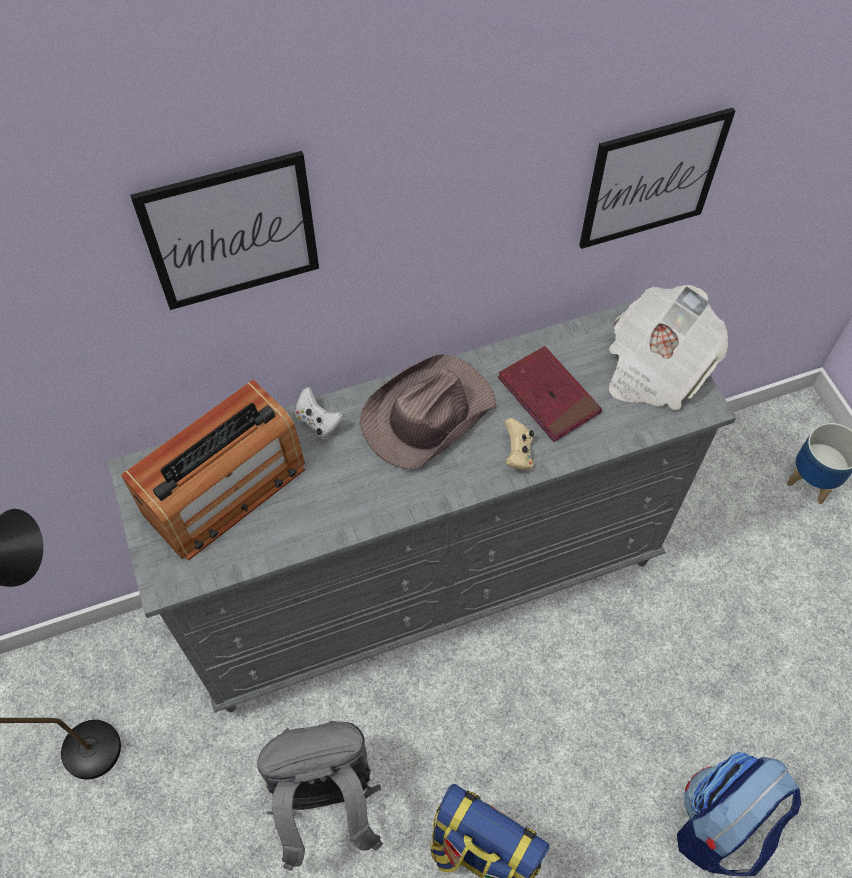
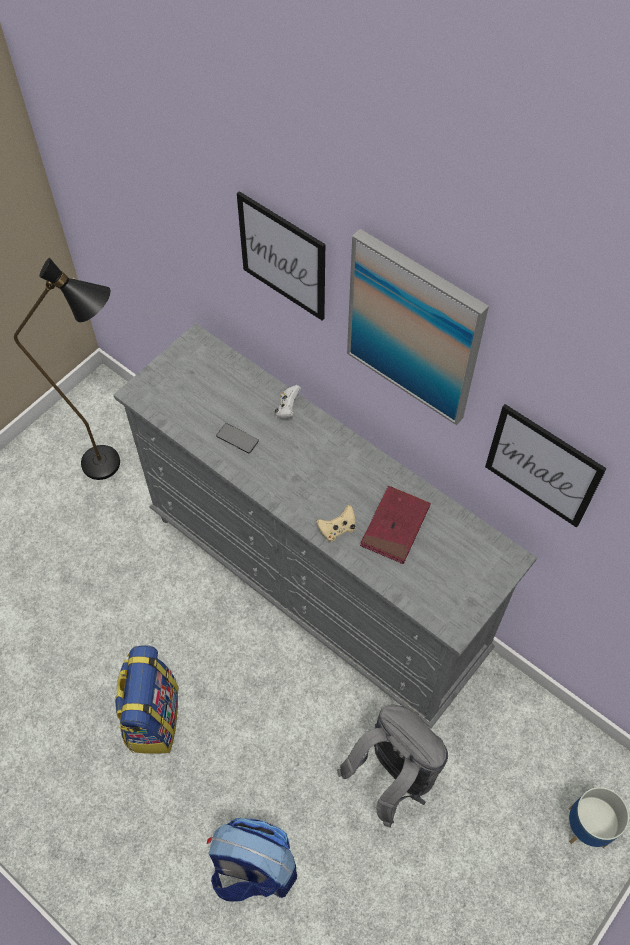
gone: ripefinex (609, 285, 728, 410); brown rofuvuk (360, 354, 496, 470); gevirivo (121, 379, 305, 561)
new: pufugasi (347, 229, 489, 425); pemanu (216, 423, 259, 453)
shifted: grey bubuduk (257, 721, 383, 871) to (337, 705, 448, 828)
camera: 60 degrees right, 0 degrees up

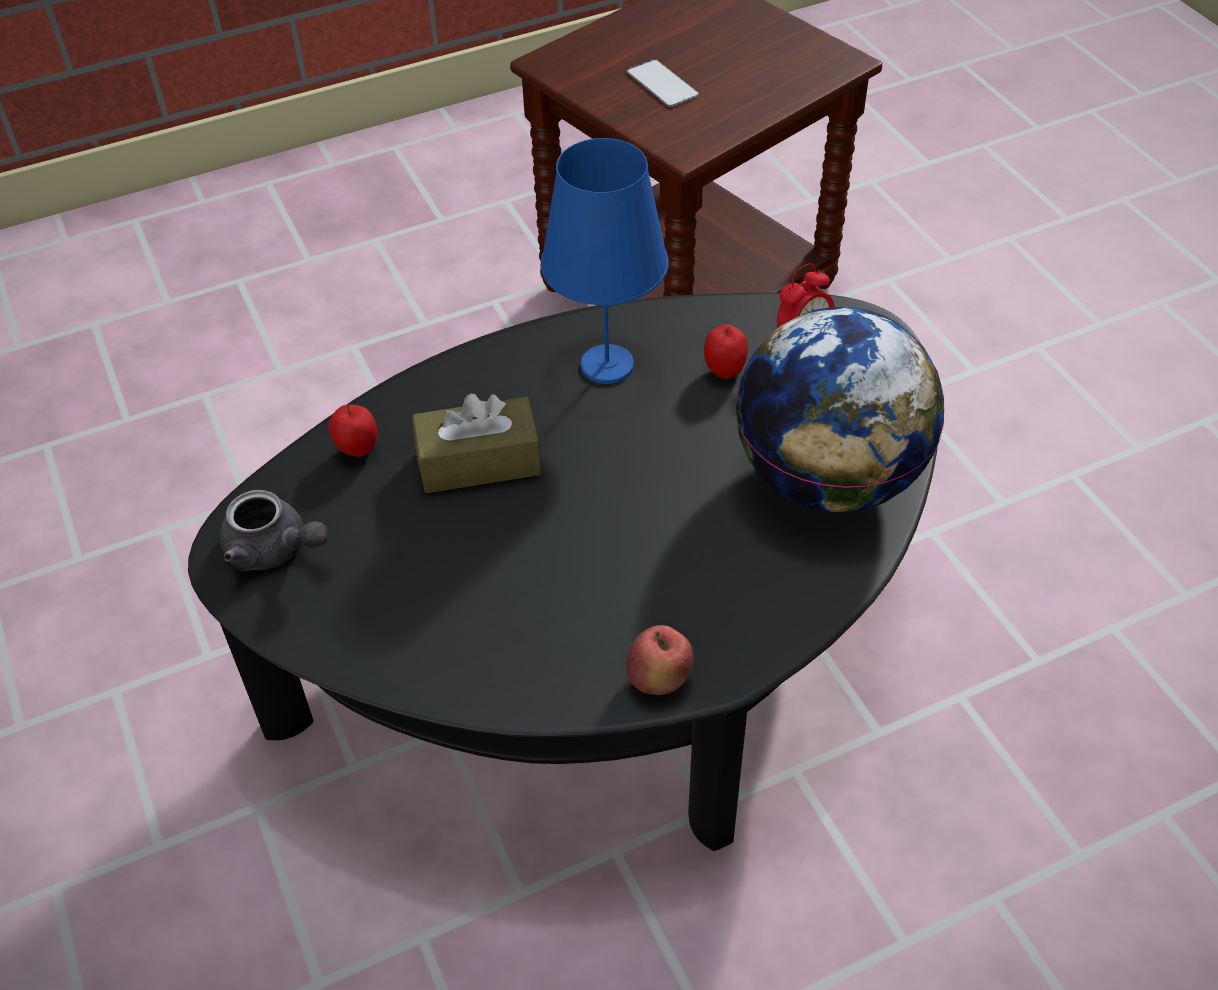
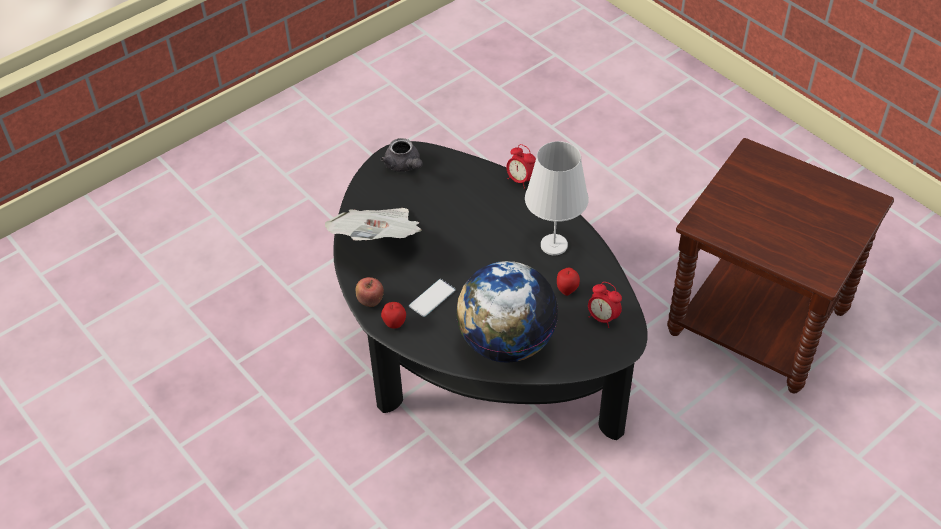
gone: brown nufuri (412, 394, 542, 493)
new: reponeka (506, 144, 536, 189); ripefinex (325, 208, 422, 240)
shifted: pemanu (627, 59, 699, 107) to (409, 279, 456, 317); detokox (328, 404, 377, 457) to (381, 302, 406, 328)
repainted: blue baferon (540, 138, 669, 384) to white baferon (525, 141, 589, 255)
rotated: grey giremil (219, 490, 329, 571) = (381, 138, 423, 172) 45 degrees counterclockwise
camera: 75 degrees right, 0 degrees up

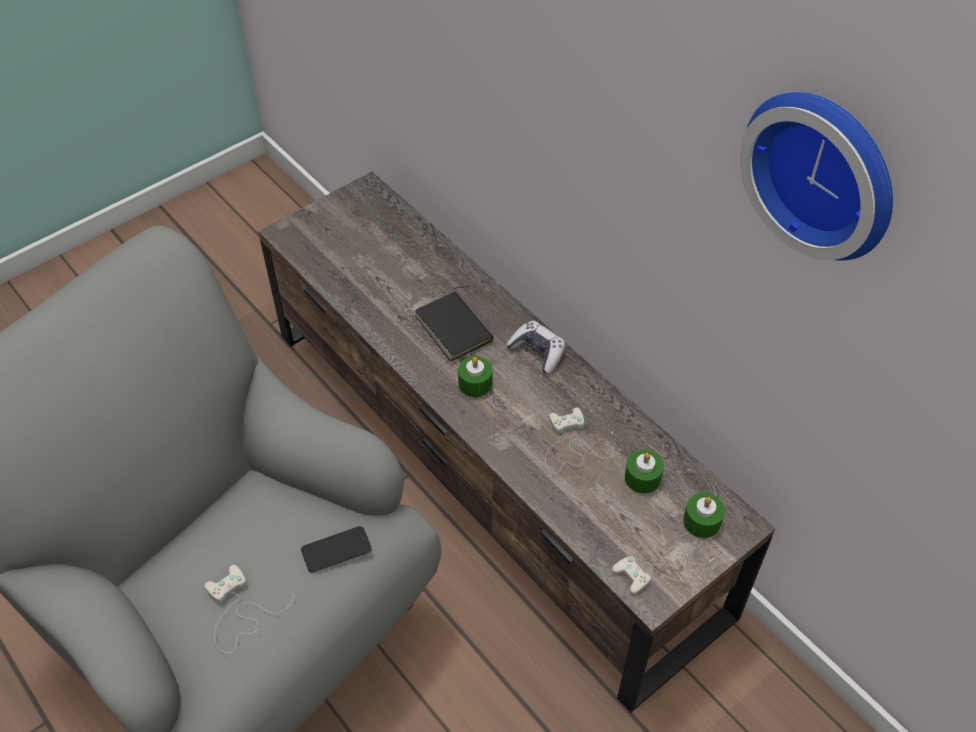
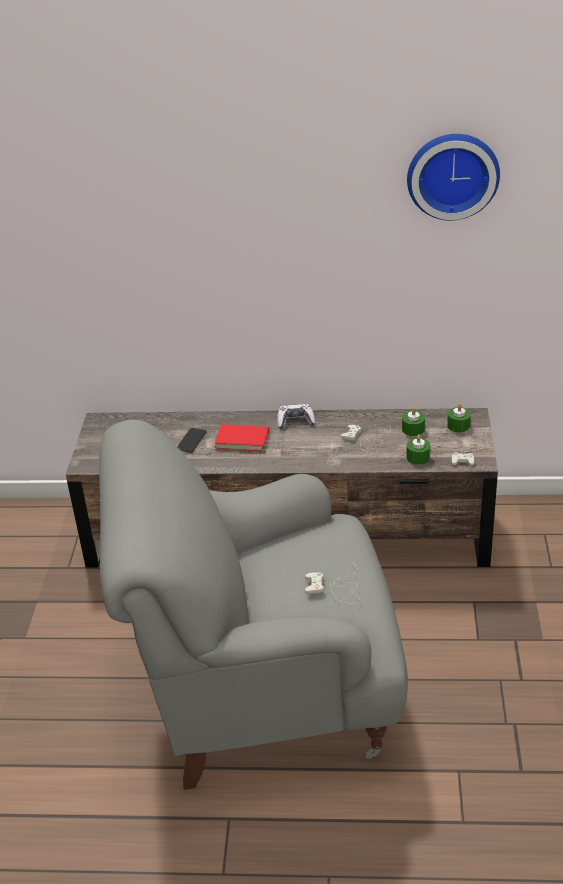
shifted: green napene (458, 356, 492, 397) to (406, 434, 430, 465); pemanu (301, 526, 372, 573) to (177, 428, 207, 453)
repainted: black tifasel (415, 286, 493, 361) to red tifasel (214, 418, 269, 451)
camera: 45 degrees left, 15 degrees down

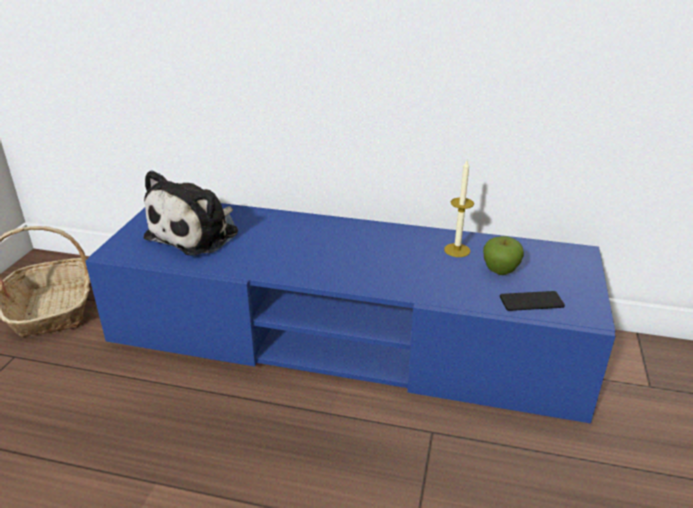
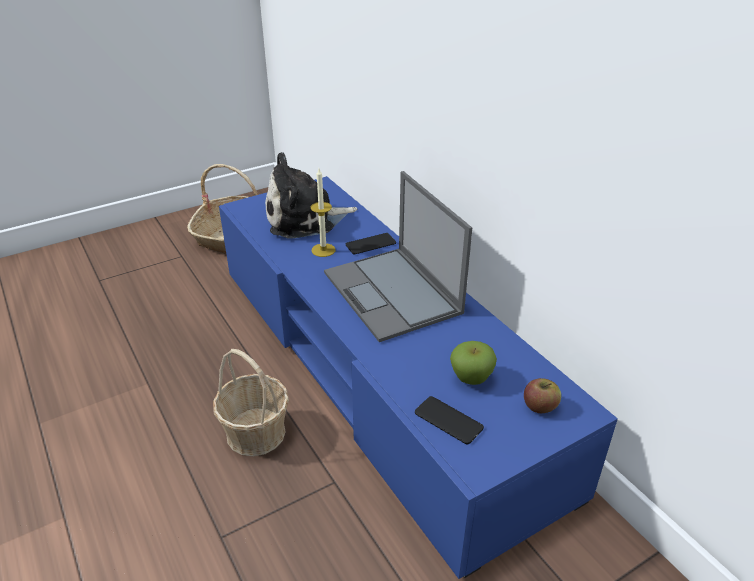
new: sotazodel (324, 171, 472, 342); pemanu (346, 233, 396, 255); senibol (213, 349, 289, 457); detokox (524, 378, 561, 413)
shifted: napene (444, 160, 474, 257) to (310, 169, 336, 257)
camera: 45 degrees right, 5 degrees up

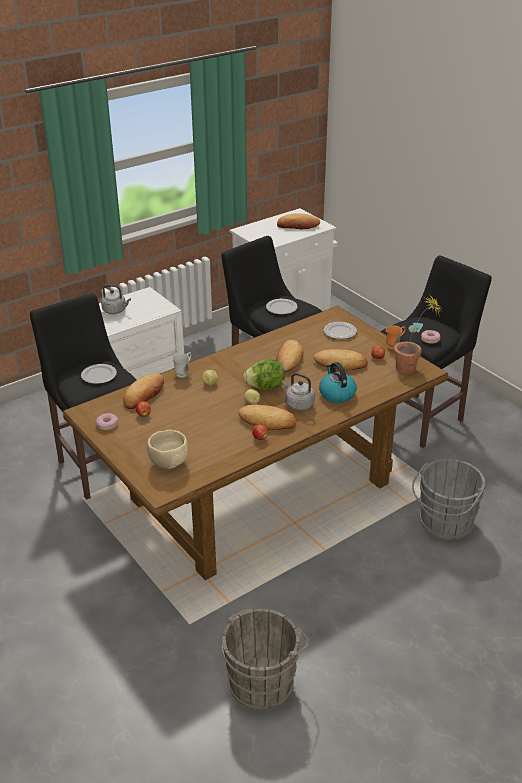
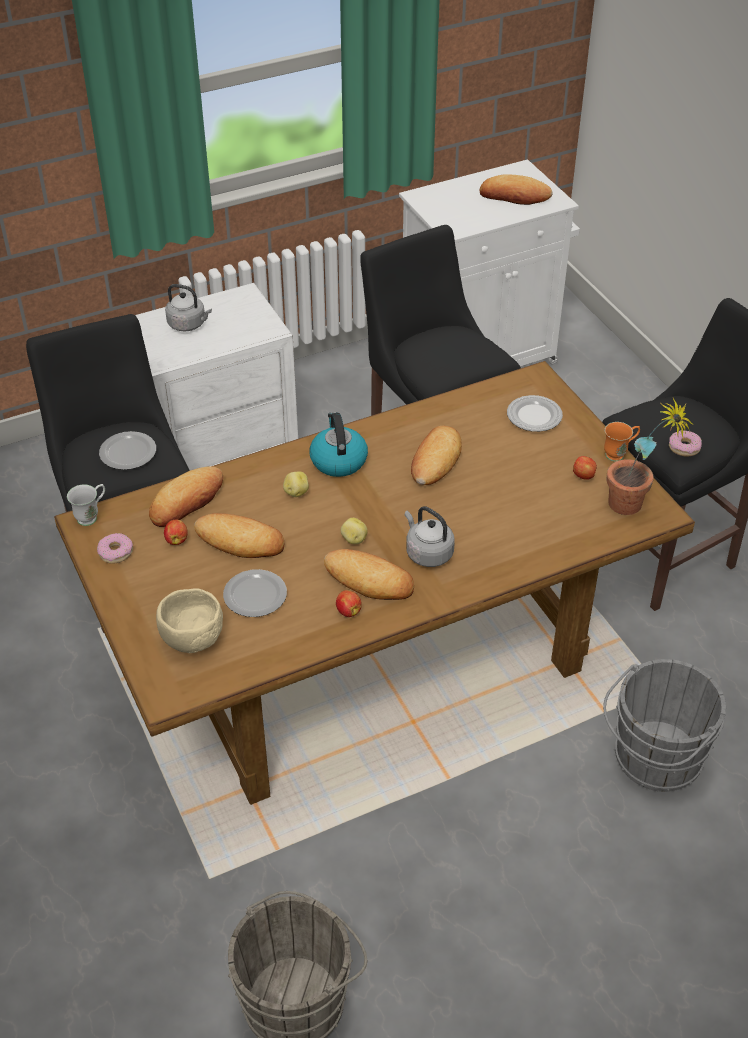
gone: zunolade (243, 359, 285, 390)
shifted: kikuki (266, 299, 298, 315) to (223, 569, 287, 617); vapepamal (314, 349, 368, 370) to (194, 513, 285, 558); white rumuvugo (172, 352, 191, 378) to (67, 484, 105, 526); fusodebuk (319, 362, 357, 403) to (310, 412, 368, 477)
camera: 10 degrees right, 10 degrees up

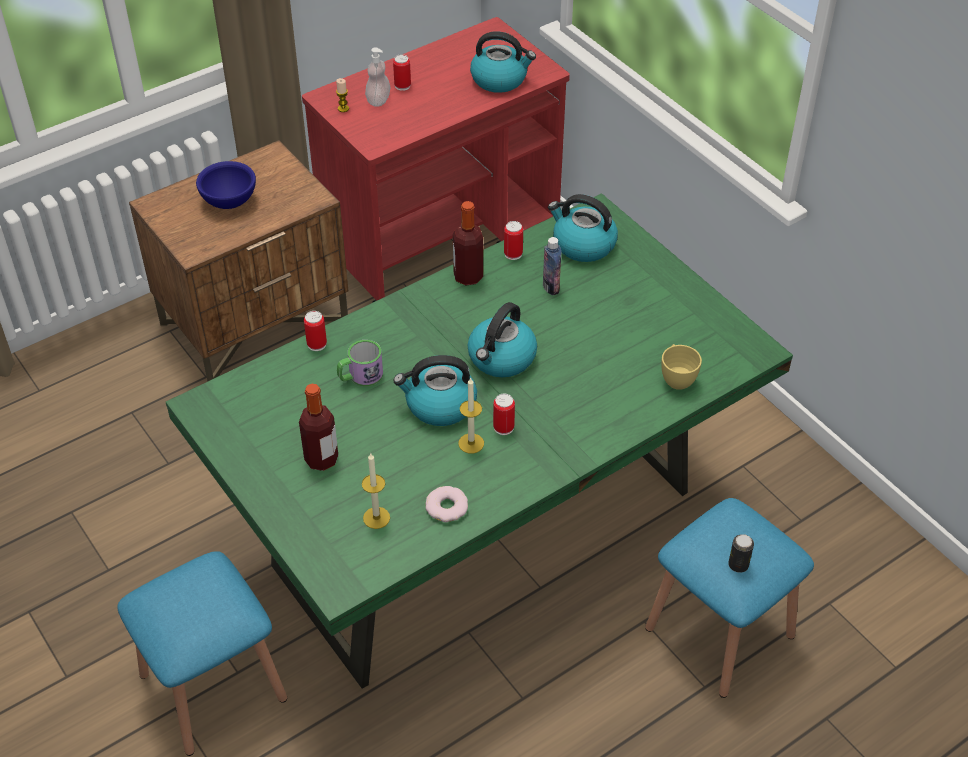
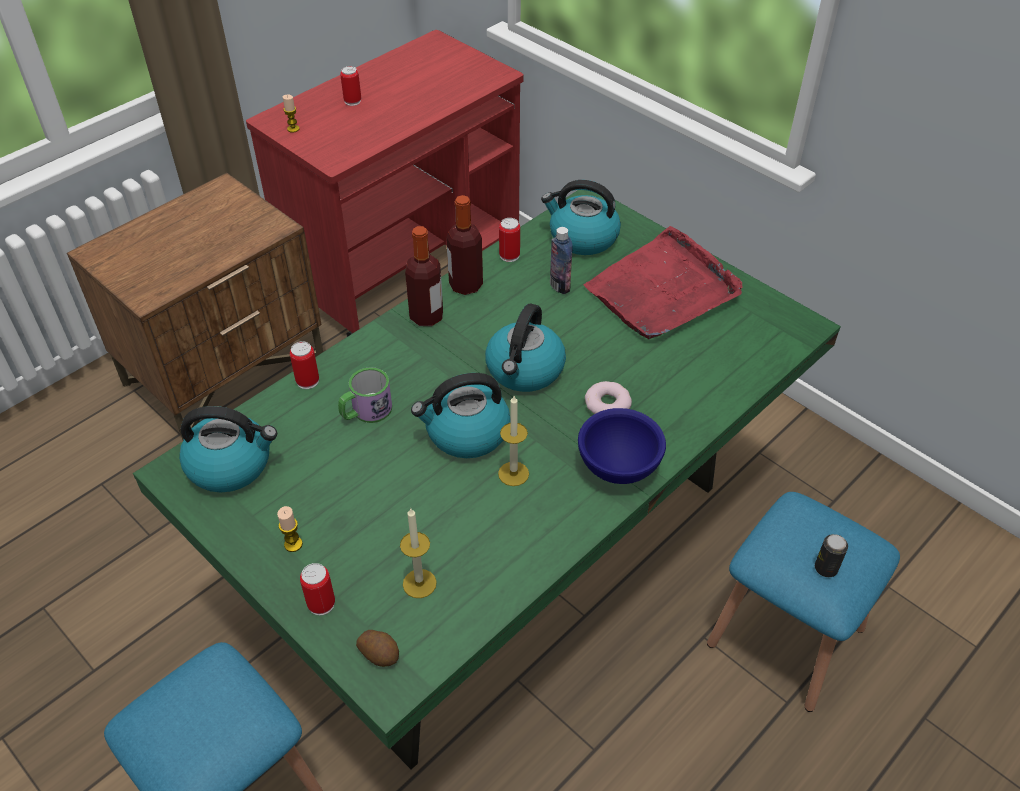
gone: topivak (365, 47, 390, 107); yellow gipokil (661, 344, 702, 390)
new: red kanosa (584, 226, 743, 339); napene (277, 506, 303, 552); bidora (356, 630, 399, 667)
shifted: fusodebuk (470, 31, 536, 93) to (179, 406, 277, 493); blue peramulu (196, 161, 256, 209) to (578, 408, 666, 484); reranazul (299, 383, 338, 471) to (405, 226, 443, 326); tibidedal (493, 394, 515, 435) to (300, 563, 335, 615); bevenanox (426, 486, 468, 522) to (585, 381, 632, 414)
camera: 10 degrees left, 0 degrees up

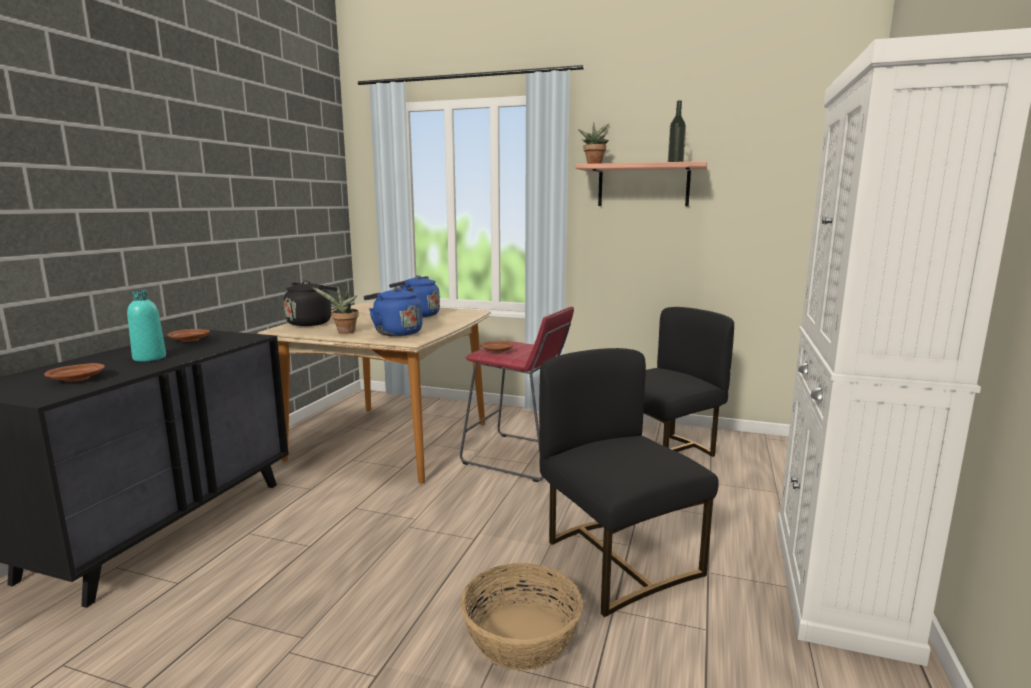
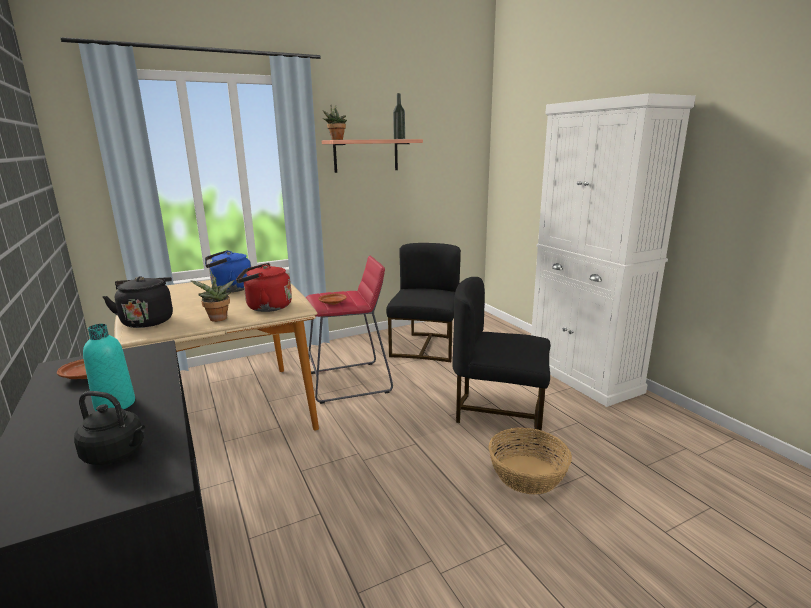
swapped: brown kikuki (44, 363, 105, 382) to black fusodebuk (74, 391, 145, 465)
repainted: blue fusodebuk (364, 287, 423, 336) to red fusodebuk (236, 263, 292, 312)
camera: 45 degrees left, 5 degrees up

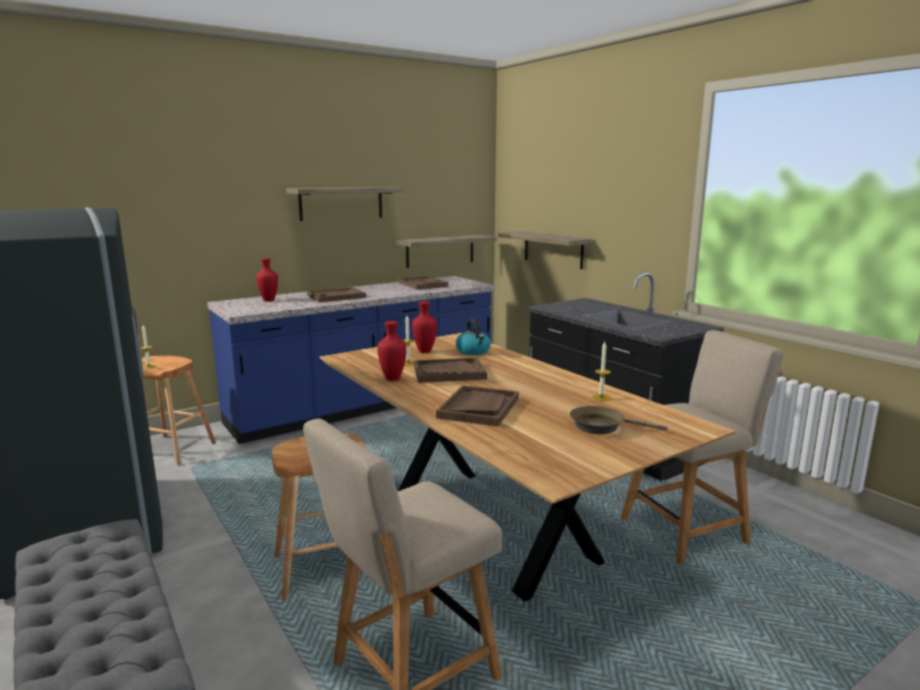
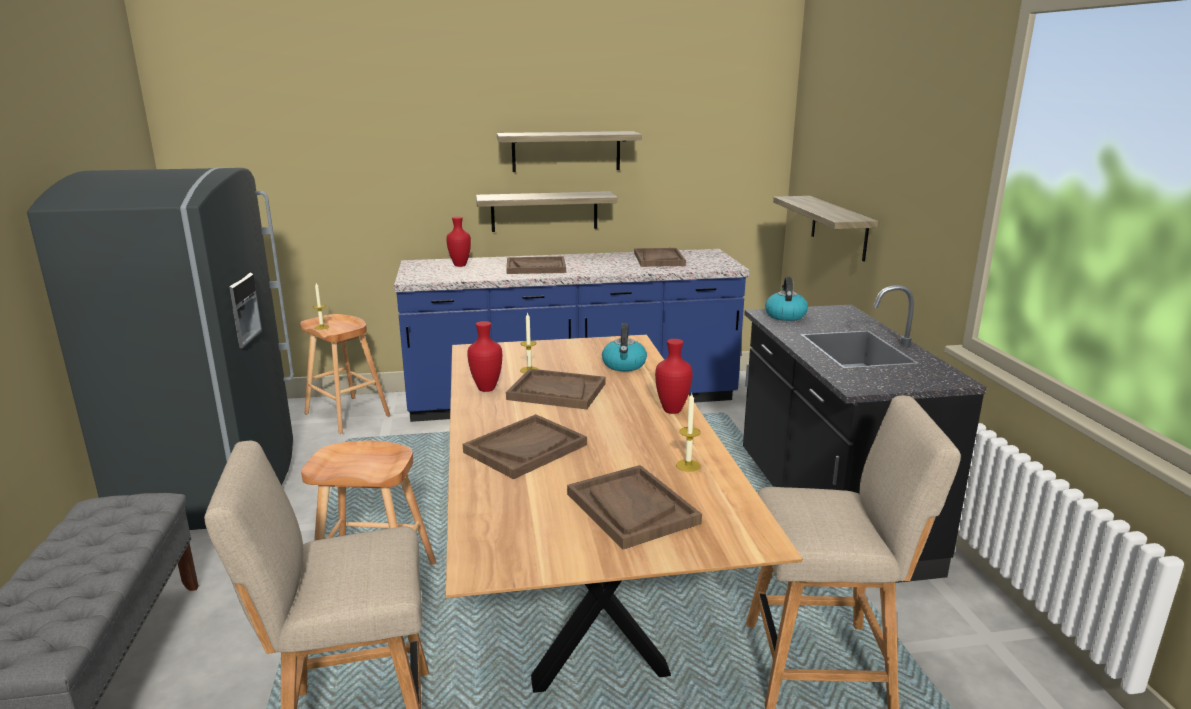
new: fusodebuk (765, 277, 808, 321)
shifted: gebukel (397, 235, 497, 268) to (476, 191, 618, 232); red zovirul (412, 301, 437, 353) to (655, 339, 692, 414)
swapped: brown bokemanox (570, 406, 668, 434) to brown kanosa (567, 465, 702, 549)
camera: 25 degrees right, 5 degrees up

